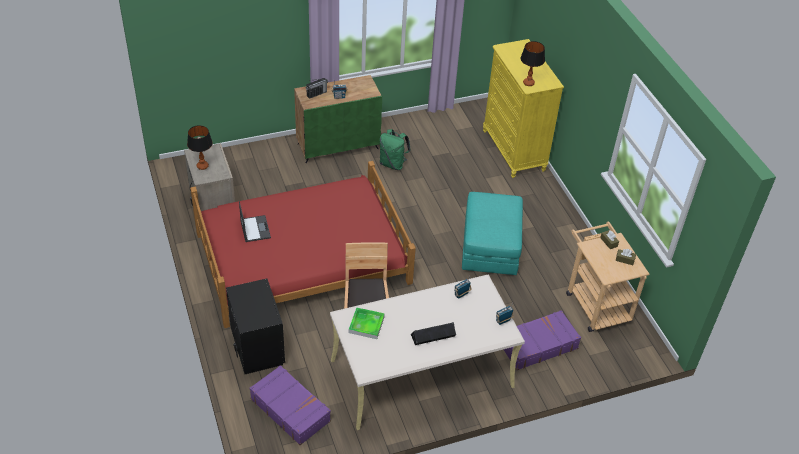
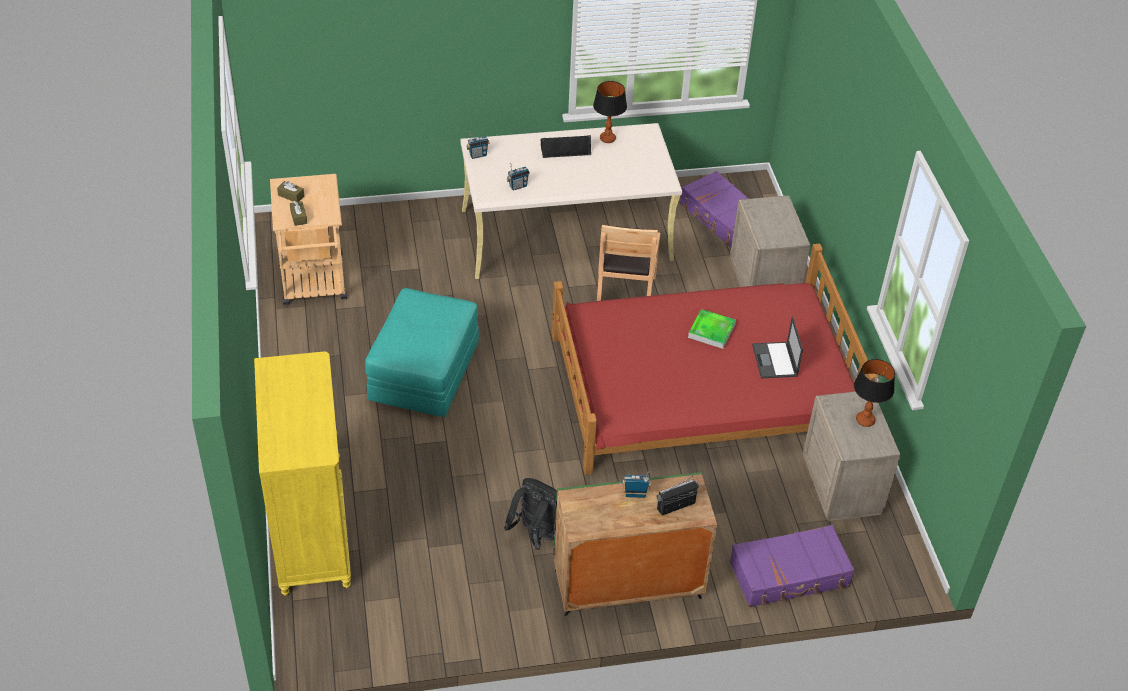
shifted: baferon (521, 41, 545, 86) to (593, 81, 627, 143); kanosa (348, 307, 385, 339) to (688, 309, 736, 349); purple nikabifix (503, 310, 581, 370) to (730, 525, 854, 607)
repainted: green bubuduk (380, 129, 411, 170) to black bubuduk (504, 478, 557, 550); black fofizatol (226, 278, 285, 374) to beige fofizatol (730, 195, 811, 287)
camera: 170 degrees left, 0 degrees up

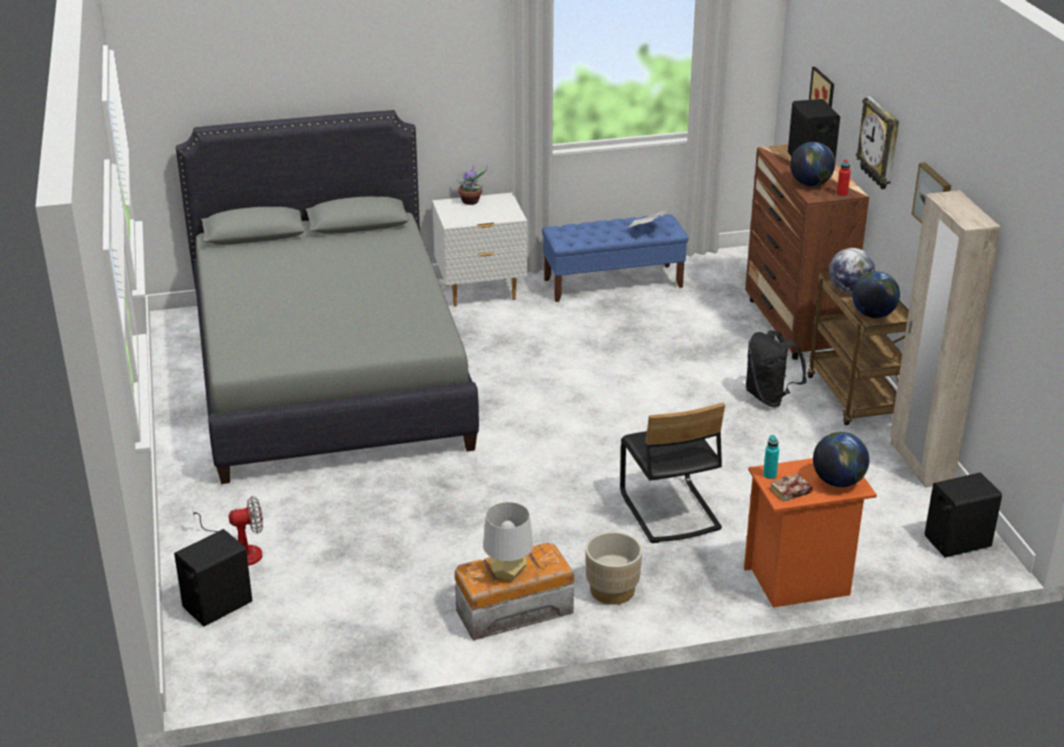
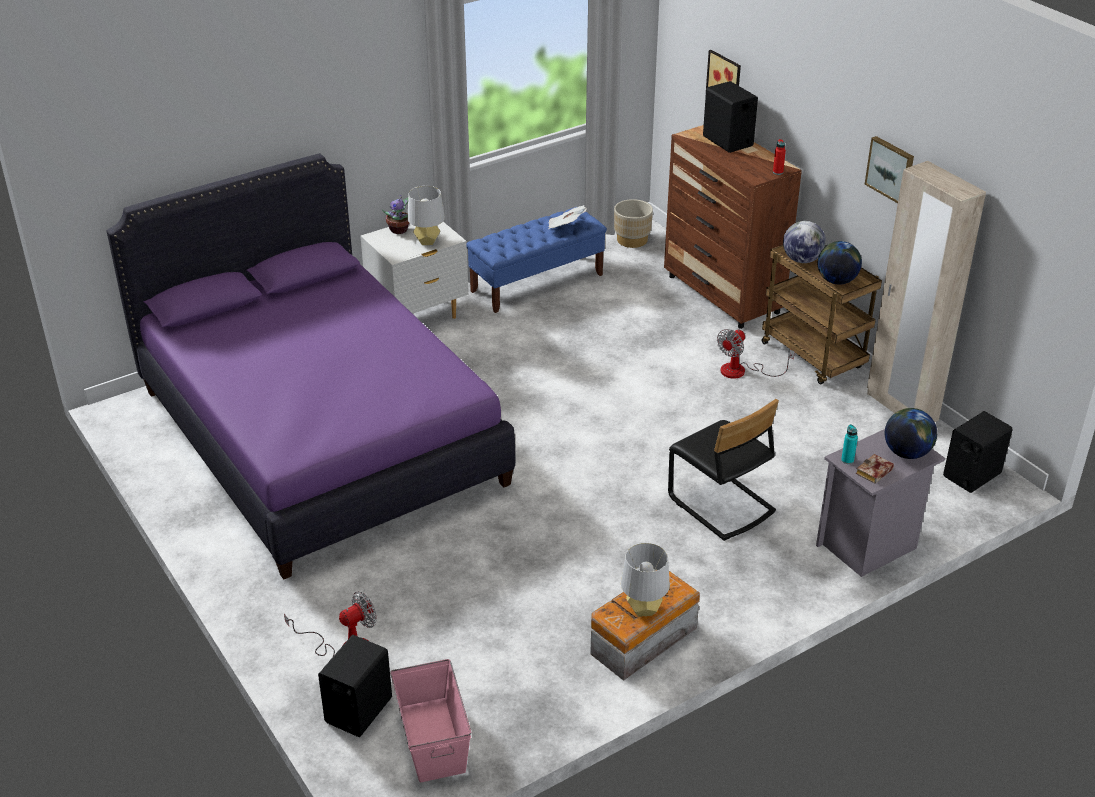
gone: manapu (856, 96, 899, 189); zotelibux (790, 142, 835, 186)
new: grey baferon (407, 186, 445, 245); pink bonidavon (390, 659, 471, 783)
shifted: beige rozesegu (586, 532, 642, 605) to (614, 199, 653, 248)
swapped: black bubuduk (746, 330, 807, 407) to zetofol (717, 329, 795, 379)
repainted: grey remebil (176, 110, 479, 484) to purple remebil (106, 153, 515, 580); orange fofizatol (744, 458, 877, 608) to grey fofizatol (816, 429, 945, 577)
camera: 20 degrees left, 5 degrees up

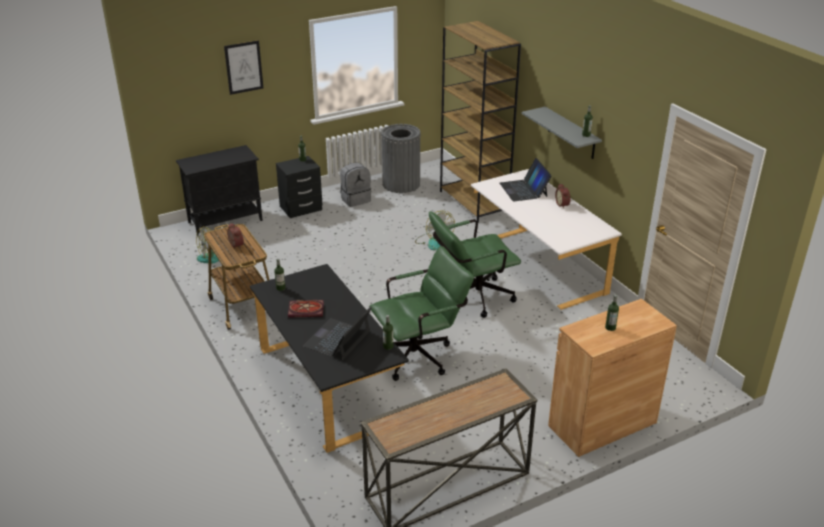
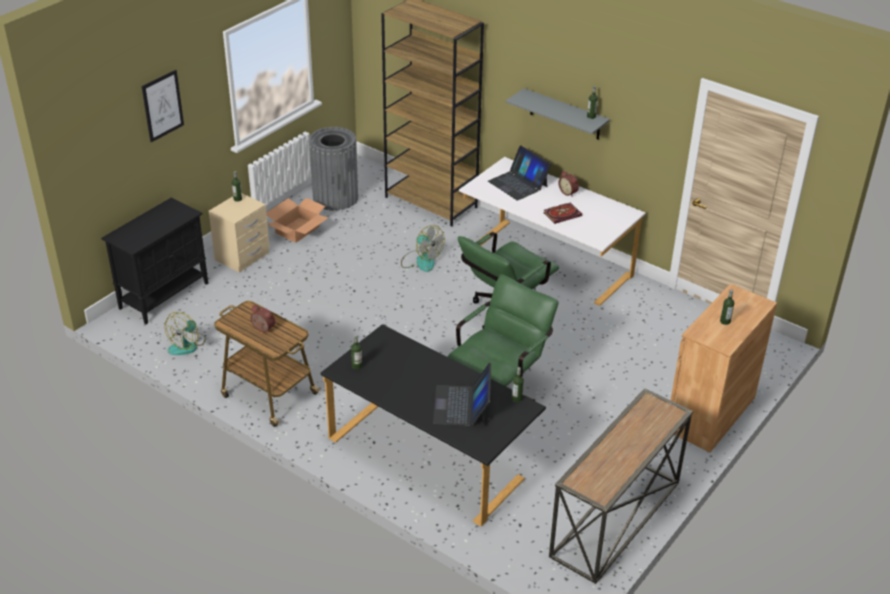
shifted: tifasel (288, 300, 324, 318) to (543, 202, 582, 224)
swapped: grey bubuduk (340, 163, 371, 207) to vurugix (266, 198, 328, 243)
repainted: black fofizatol (276, 156, 322, 218) to beige fofizatol (209, 193, 270, 272)
camera: 25 degrees left, 5 degrees up

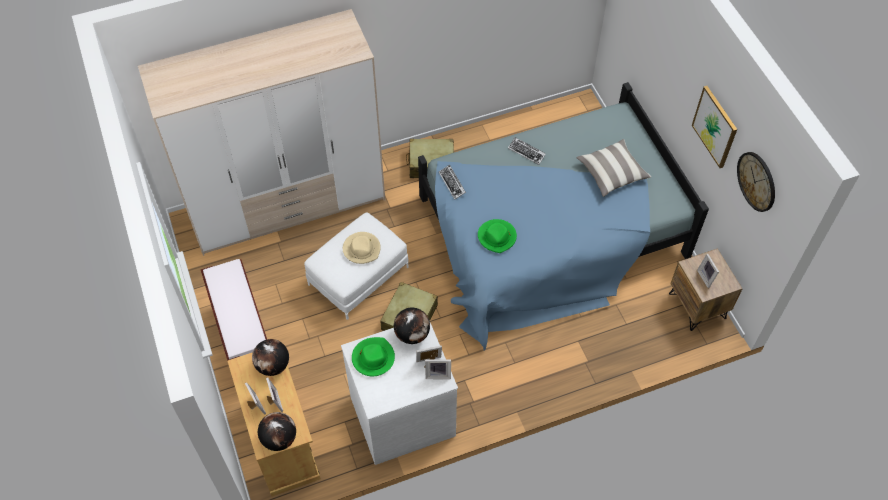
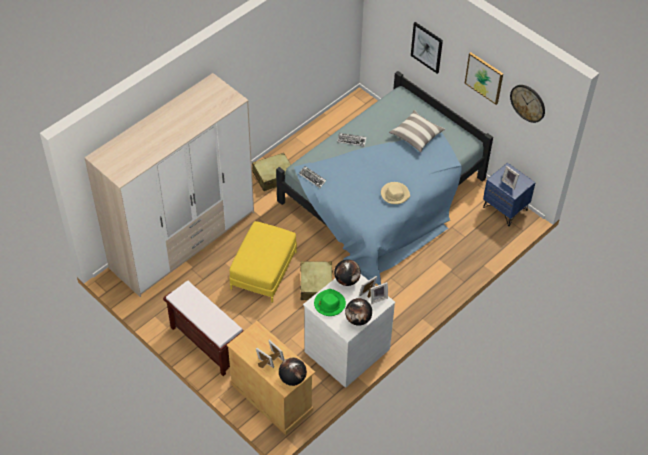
gone: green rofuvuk (478, 219, 517, 253)
new: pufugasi (411, 22, 443, 74)
shifted: beige rofuvuk (343, 232, 381, 264) to (381, 182, 410, 204); zotelibux (252, 339, 289, 376) to (345, 298, 372, 326)
repainted: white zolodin (304, 212, 409, 320) to yellow zolodin (229, 221, 297, 303); brown fofizatol (669, 248, 743, 331) to blue fofizatol (483, 163, 536, 226)
camera: 25 degrees left, 5 degrees down

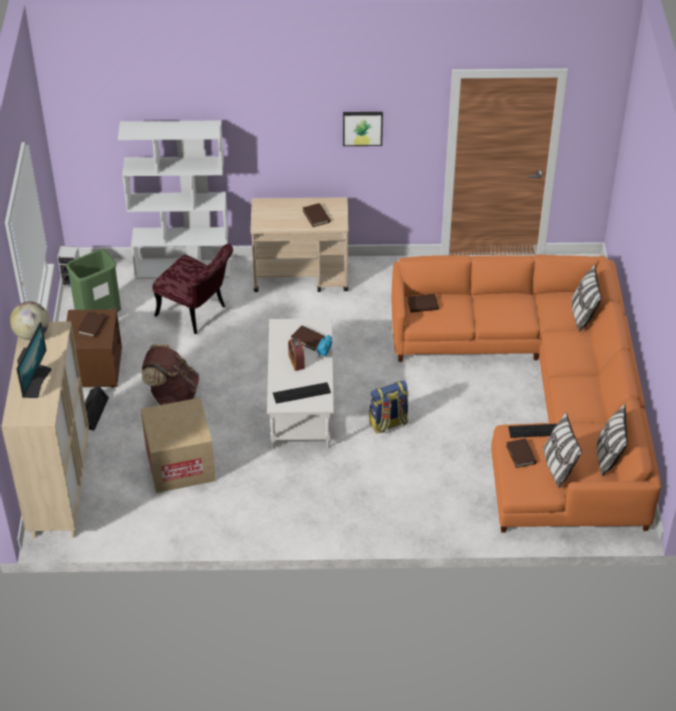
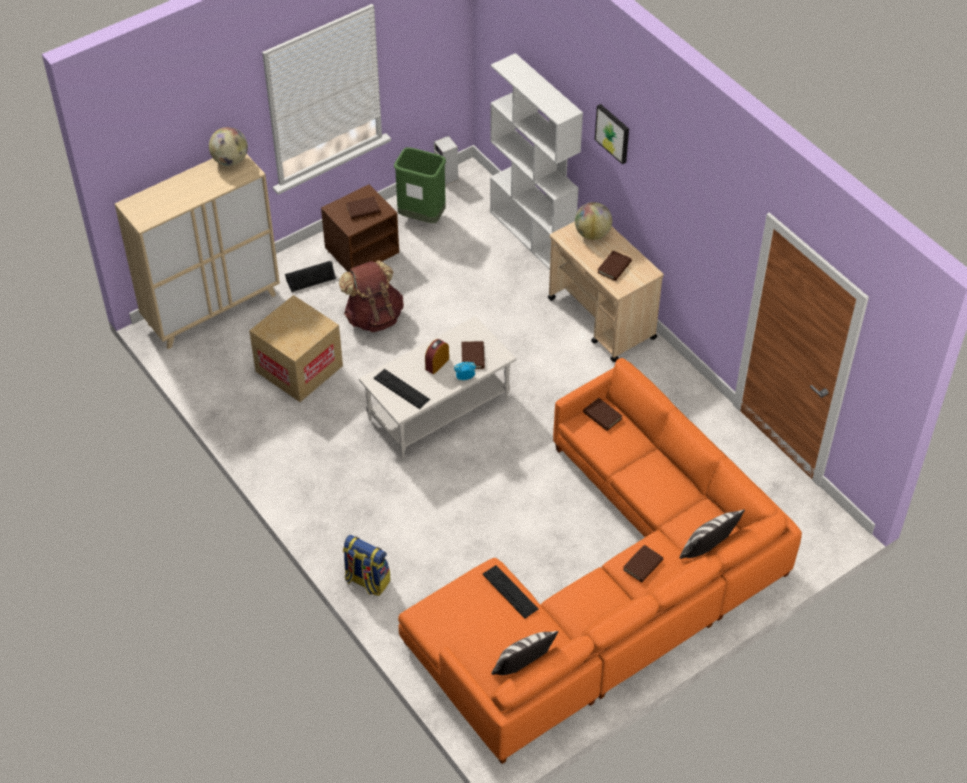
gone: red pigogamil (152, 244, 233, 334); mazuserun (17, 322, 52, 398); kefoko (543, 412, 582, 488)
new: zotelibux (575, 202, 612, 240)
shifted: pufugasi (343, 112, 383, 146) to (595, 104, 629, 165); bubuduk (369, 380, 409, 434) to (343, 535, 390, 596); brown tifasel (506, 438, 537, 468) to (623, 545, 663, 583)
camera: 55 degrees right, 5 degrees up

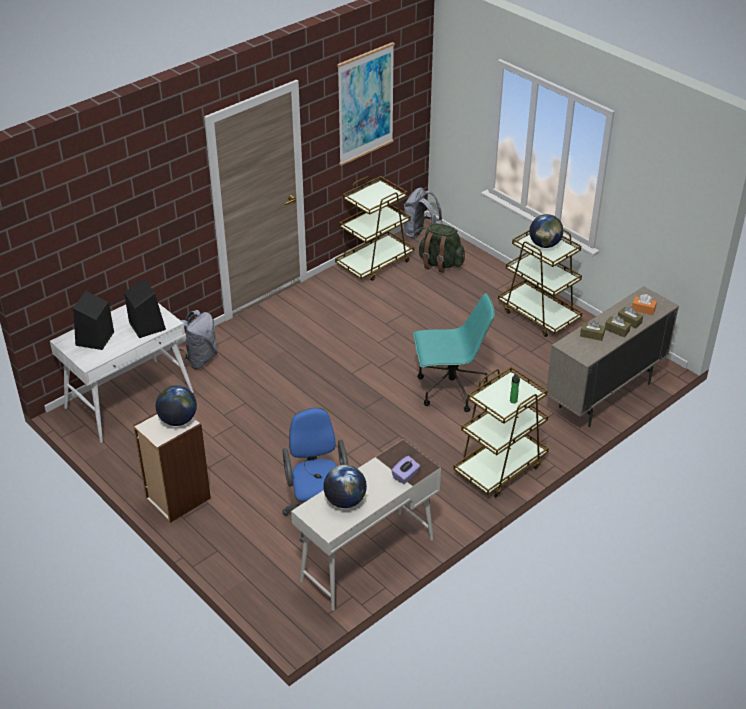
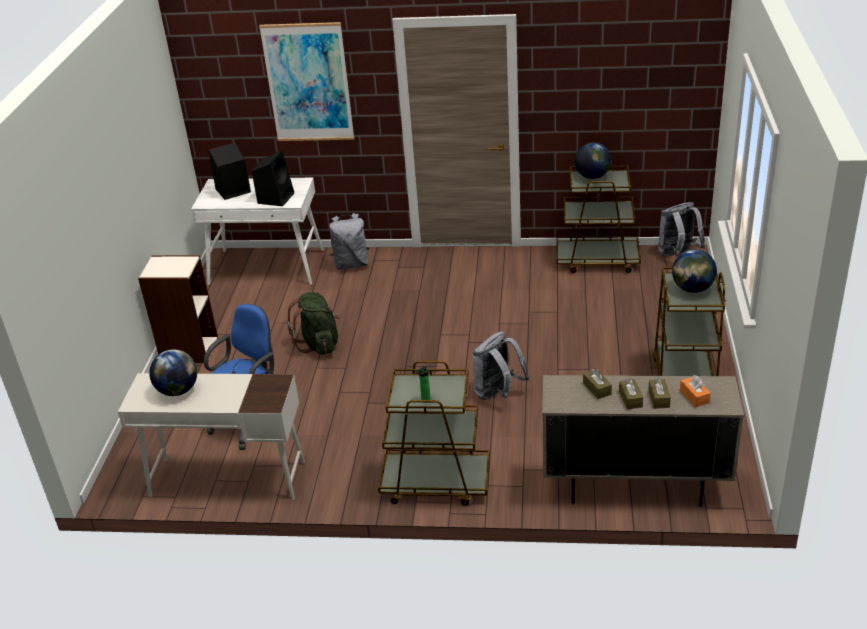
gone: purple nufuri (391, 456, 420, 484)
shifted: pufugasi (337, 42, 395, 166) to (259, 22, 354, 141); green bubuduk (419, 224, 465, 273) to (287, 292, 340, 355); zotelibux (156, 385, 197, 426) to (575, 142, 611, 179)
swapped: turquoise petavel (413, 293, 495, 412) to grey bubuduk (473, 331, 529, 400)
camera: 50 degrees right, 5 degrees down

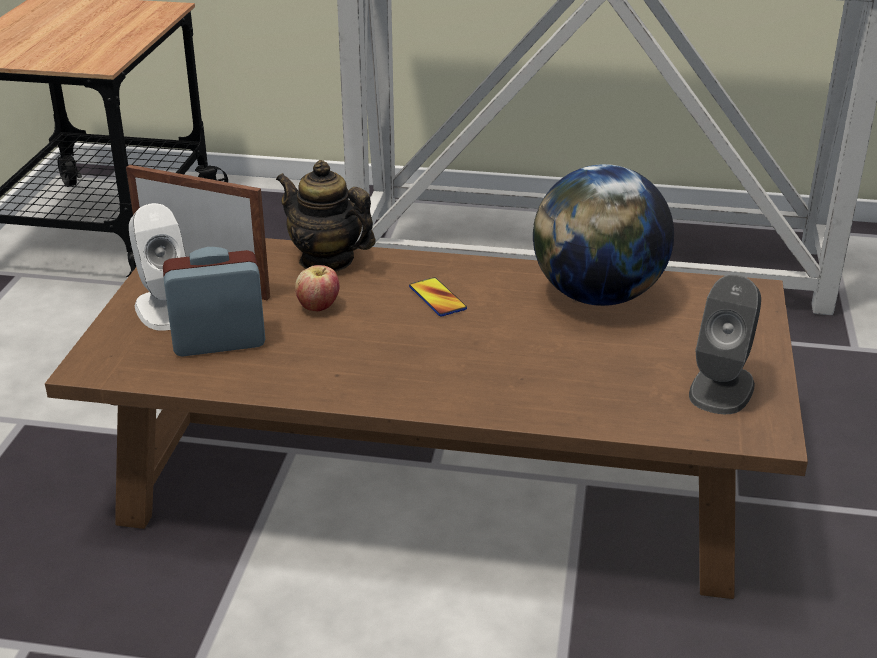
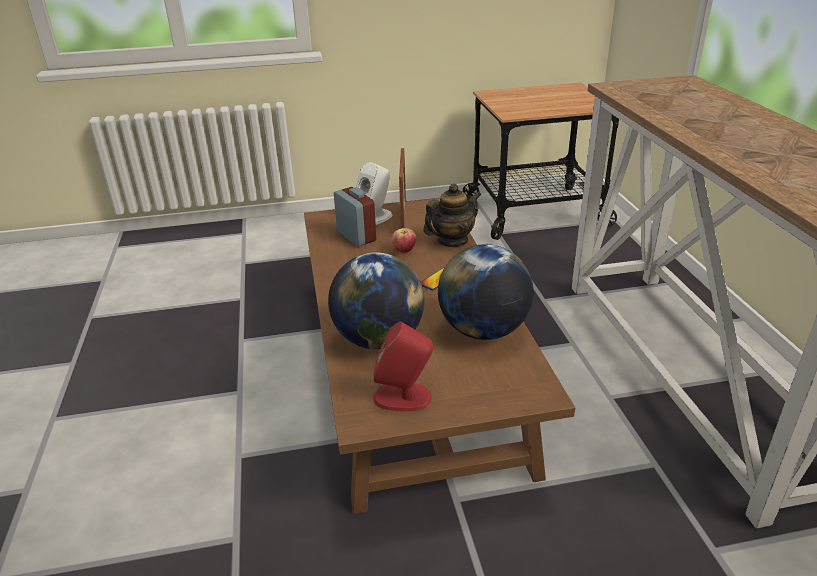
new: zotelibux (328, 253, 425, 349)
repainted: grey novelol (689, 275, 761, 414) to red novelol (373, 322, 433, 411)
rotated: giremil (276, 160, 376, 272) = (423, 183, 482, 247) 45 degrees clockwise
camera: 70 degrees right, 0 degrees up

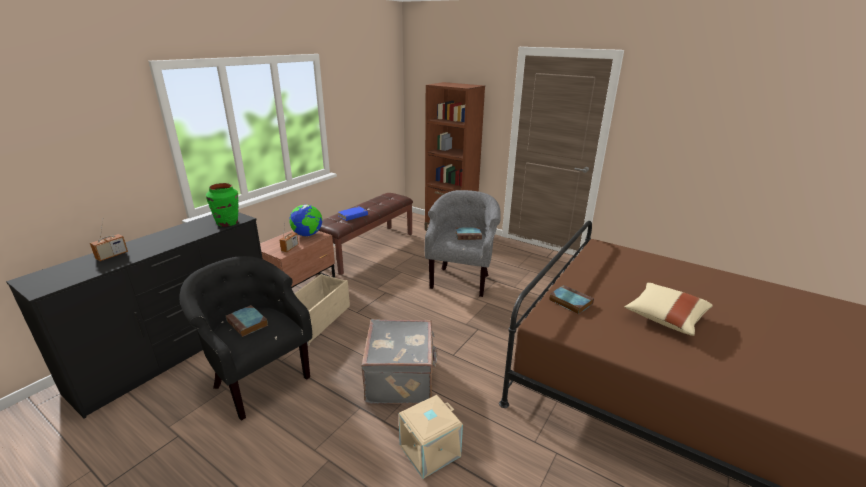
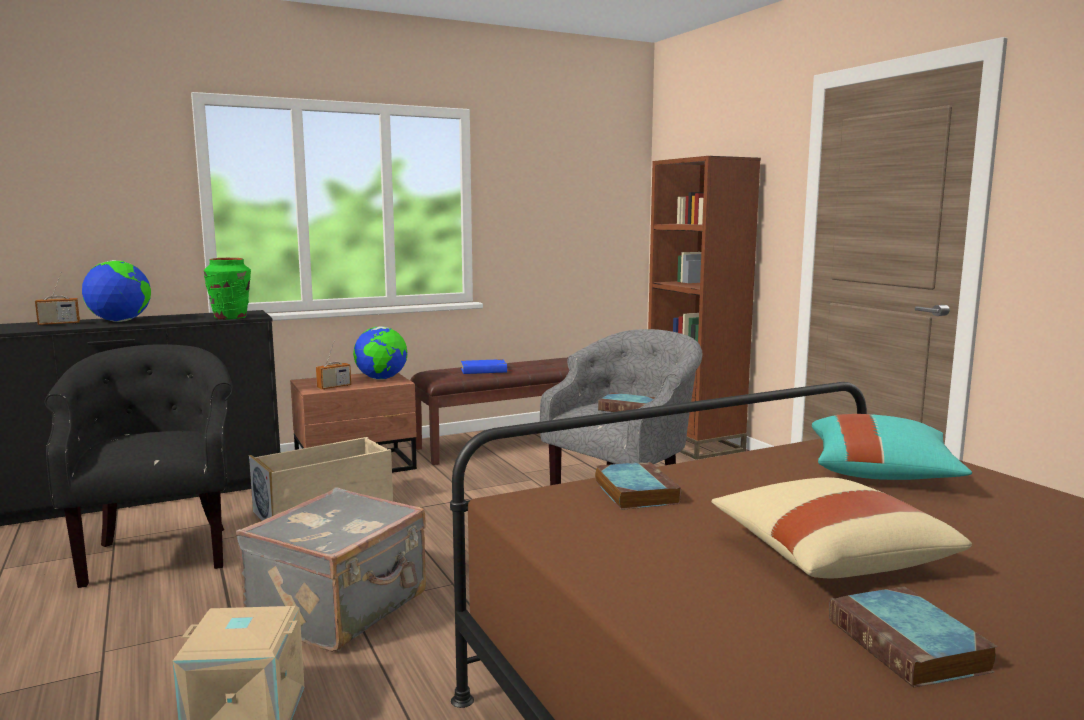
new: zotelibux (82, 260, 151, 322); turquoise kefoko (812, 414, 972, 480)
shifted: tifasel (226, 305, 268, 337) to (829, 587, 998, 688)
camera: 30 degrees right, 15 degrees down

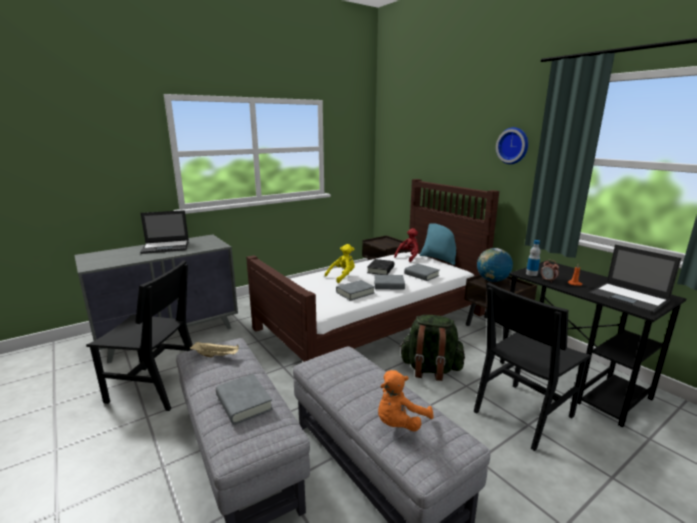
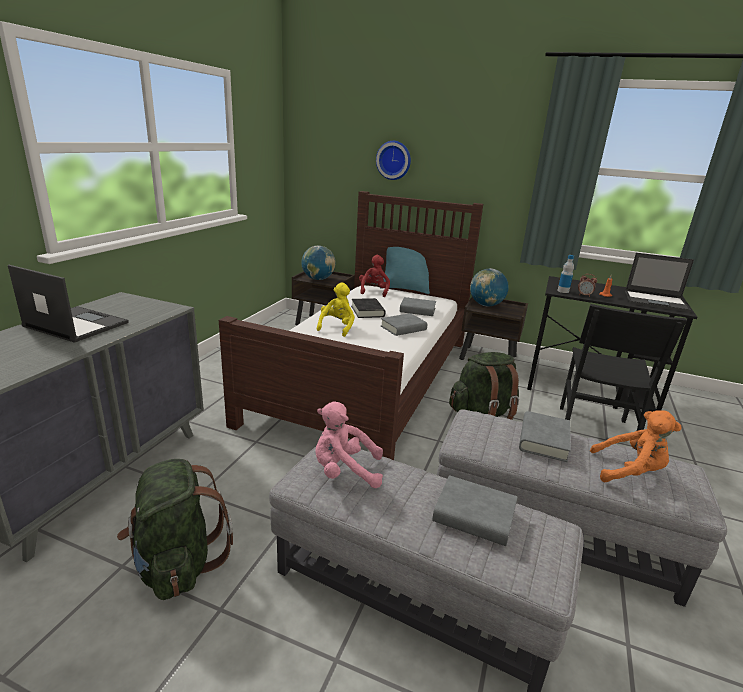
new: zotelibux (301, 245, 336, 280)
shifted: manapu (496, 127, 528, 164) to (376, 141, 411, 180); grey tifasel (336, 280, 375, 301) to (519, 411, 571, 462)
swapped: black pigogamil (86, 260, 194, 411) to green bubuduk (117, 459, 233, 600); beige kanosa (190, 342, 239, 358) to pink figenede (315, 402, 383, 488)
rotated: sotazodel (140, 210, 189, 254) = (8, 265, 129, 343) 105 degrees counterclockwise; orange figenede (378, 370, 434, 431) = (590, 410, 681, 482) 90 degrees counterclockwise
camera: 35 degrees left, 5 degrees up

